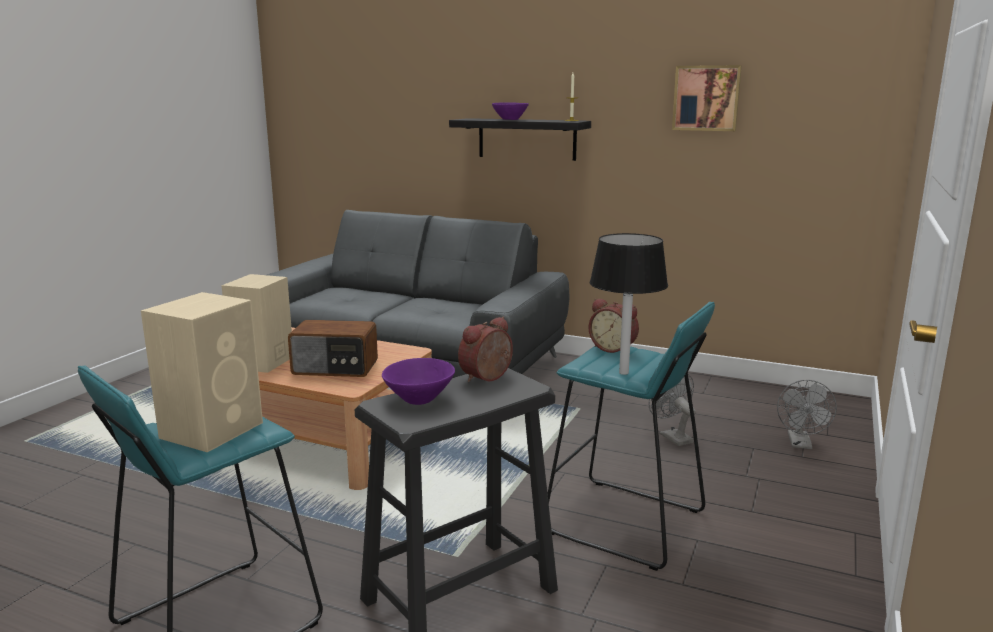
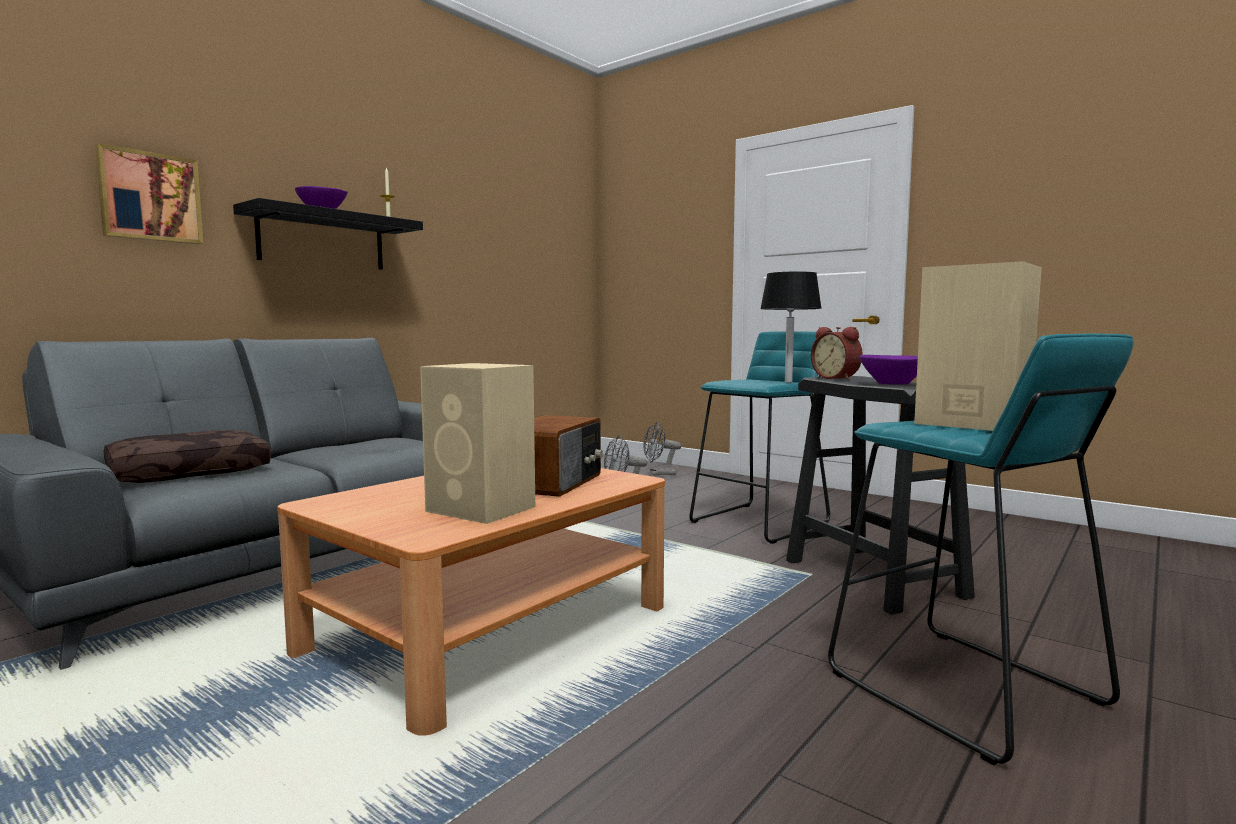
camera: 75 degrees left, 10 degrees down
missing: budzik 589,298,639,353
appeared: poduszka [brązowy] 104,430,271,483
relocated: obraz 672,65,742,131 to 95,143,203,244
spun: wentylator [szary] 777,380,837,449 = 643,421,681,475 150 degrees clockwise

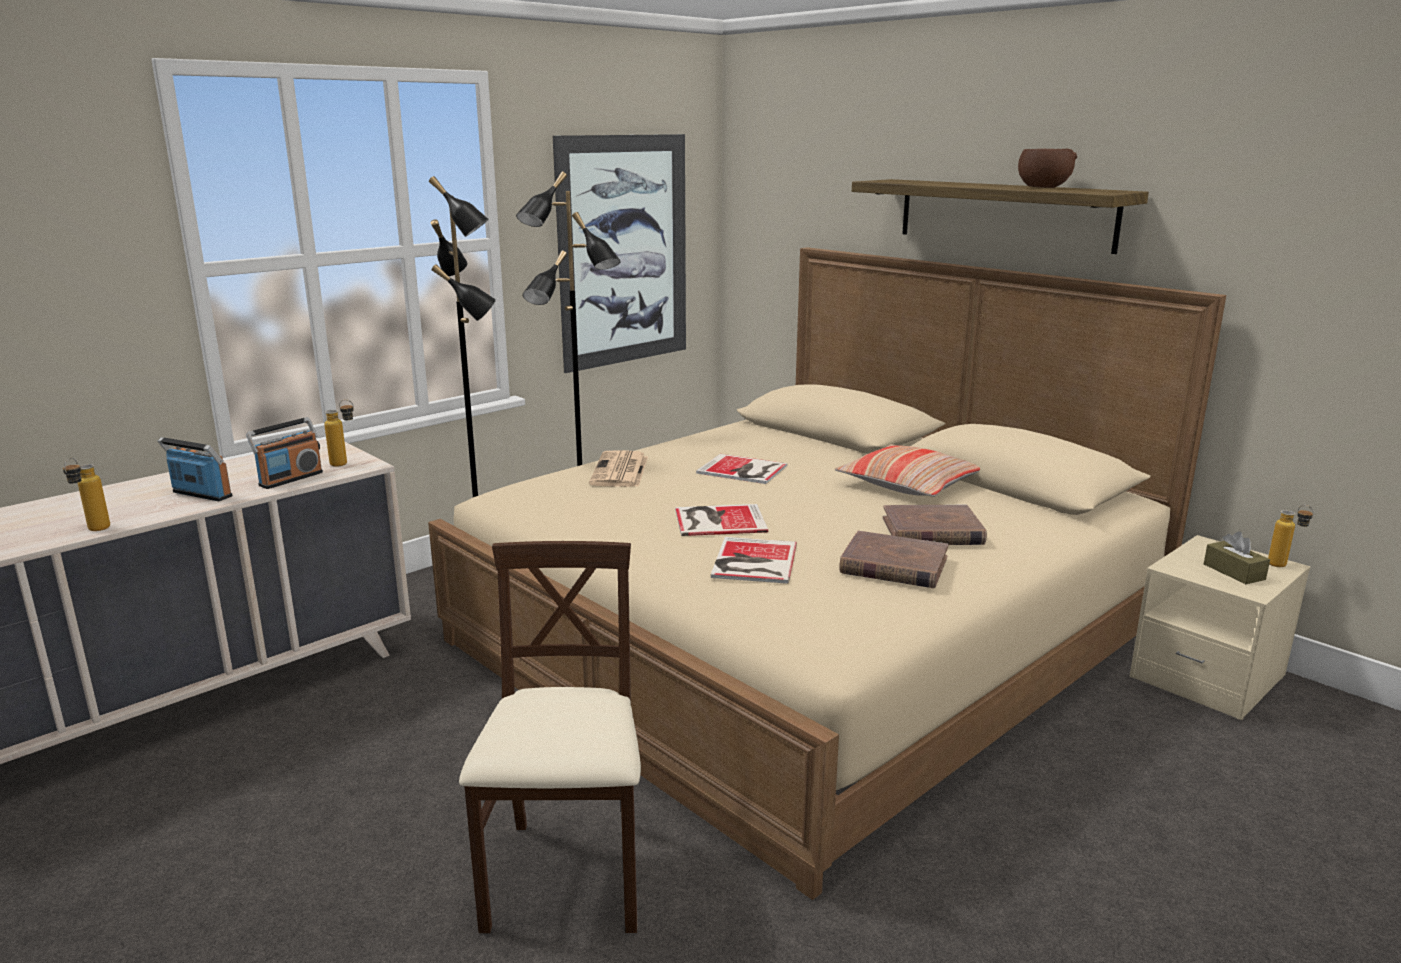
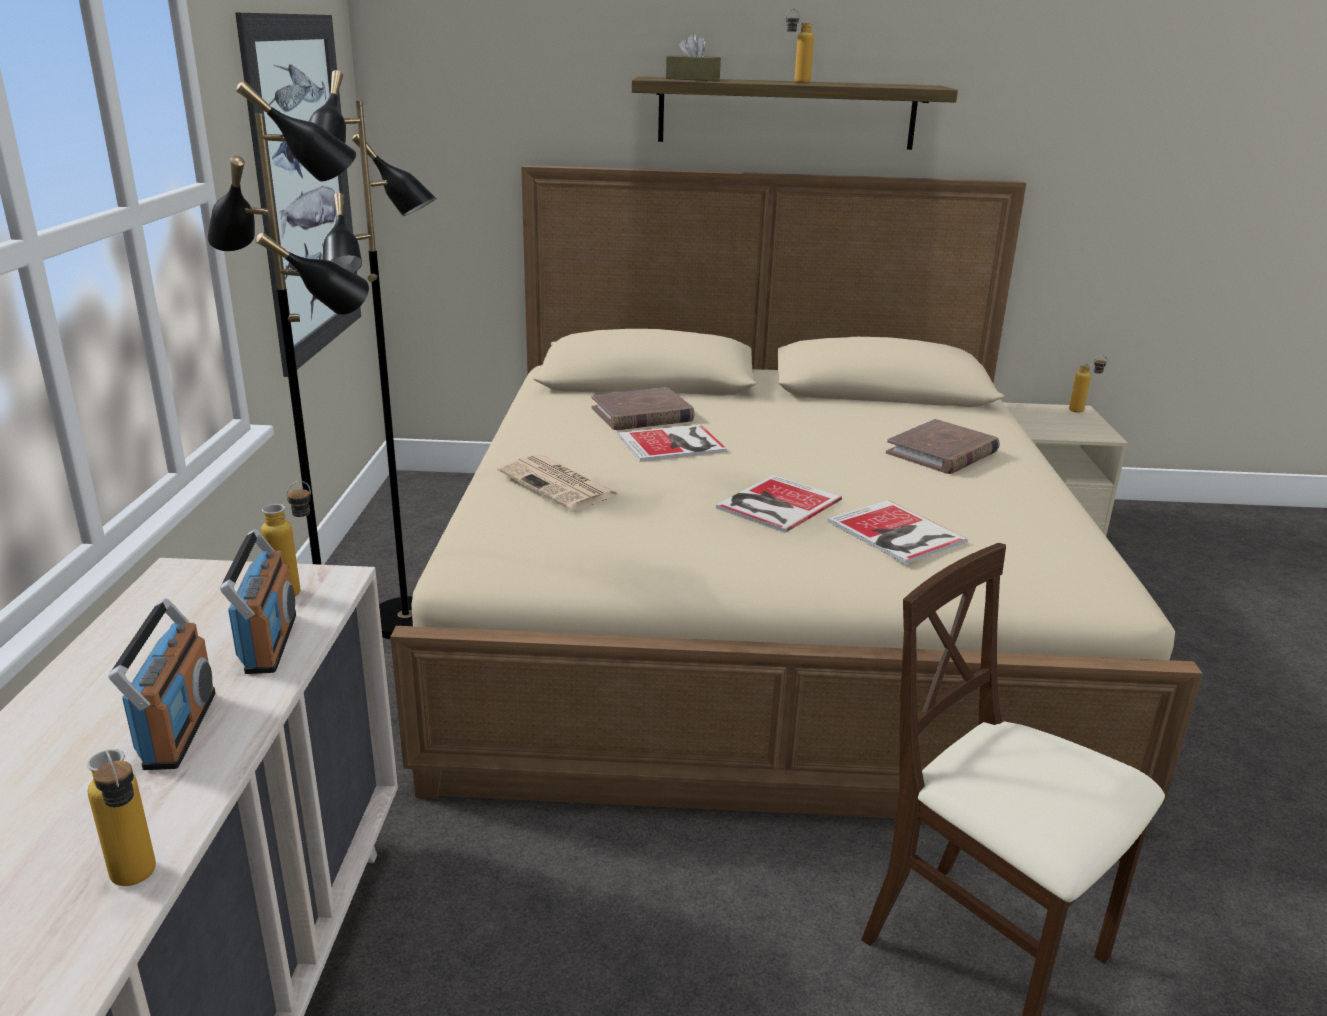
camera: 45 degrees left, 5 degrees up
missing: poduszka 835,444,980,497; miska [brązowy] 1018,148,1077,188
appeared: butelka 786,9,814,83
relocated: książka [brązowy] 839,531,949,588 to 592,387,694,430; pudełko chusteczek [brązowy] 1204,531,1270,584 to 666,34,721,81
spun: radio 158,437,232,501 = 108,598,216,770 105 degrees clockwise

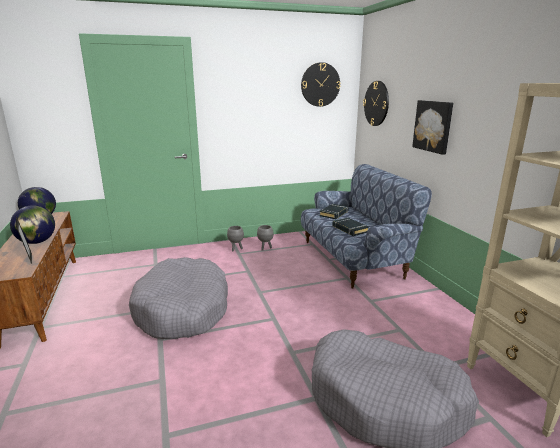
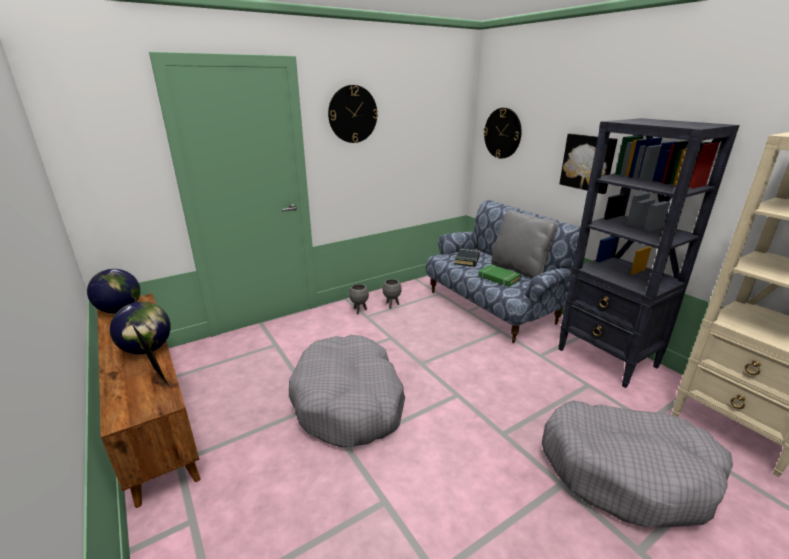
camera: 15 degrees left, 5 degrees up
appeared: poduszka [szary] 491,210,559,278; regał [czarny] 558,118,740,388
relocated: zegar ścienny 301,62,340,107 to 328,85,378,143
colour: książka [czarny] 332,218,369,236 to książka [zielony] 478,264,521,287

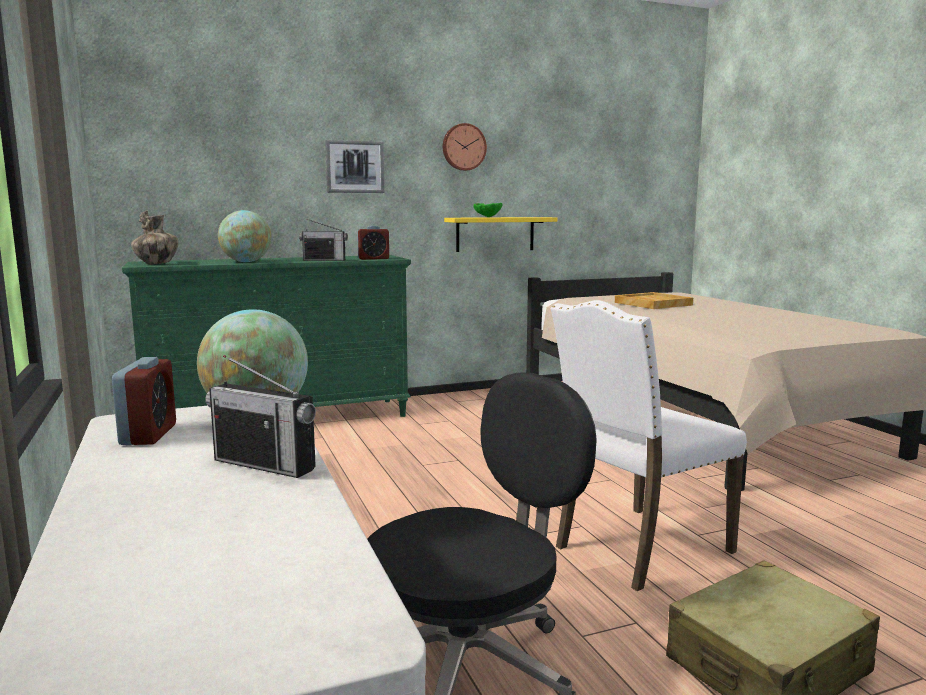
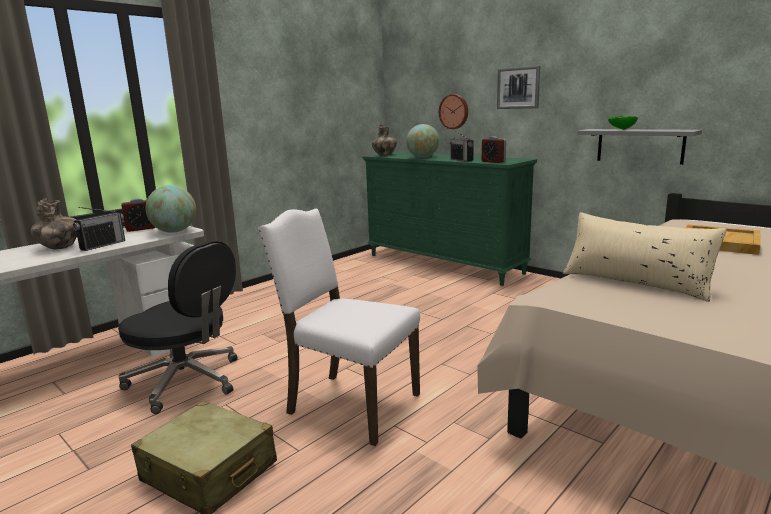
camera: 65 degrees right, 5 degrees up
appeared: wazon 31,198,77,250; poduszka [beżowy] 563,212,727,302
relocated: zegar ścienny 443,123,487,171 to 439,94,468,129
colour: półka [żółty] 444,217,557,252 to półka [szary] 577,129,702,165
spun: radio 205,355,316,478 = 73,207,125,251 150 degrees counterclockwise

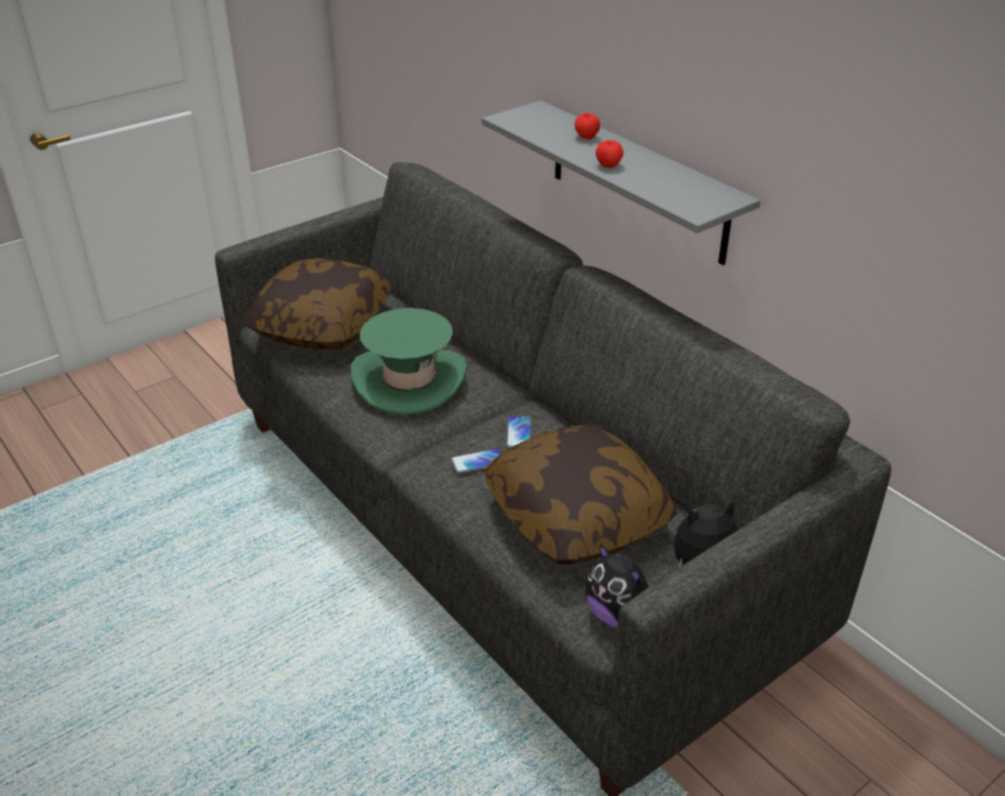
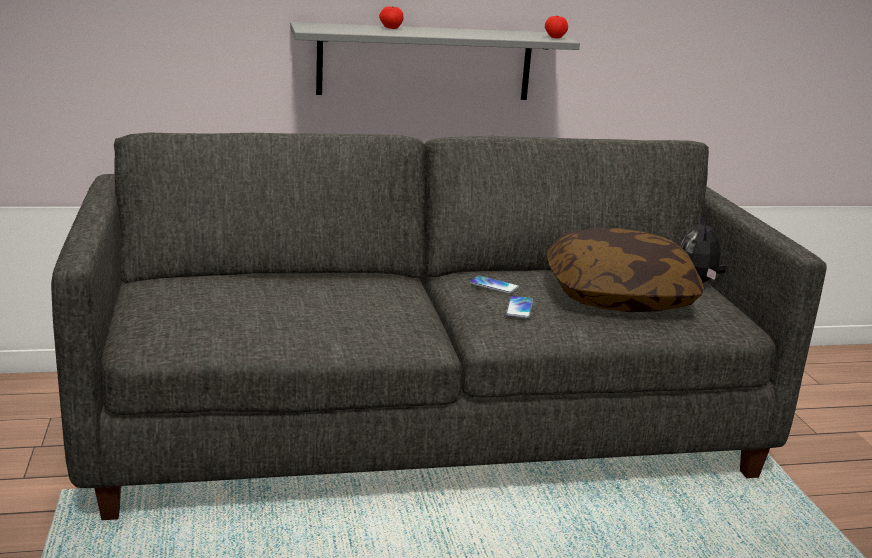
camera: 65 degrees left, 15 degrees down
missing: poduszka 243,258,391,350; kapelusz [zielony] 351,308,467,415; pluszak 585,543,649,629
relocated: jabłko 596,140,624,168 to 545,15,568,39

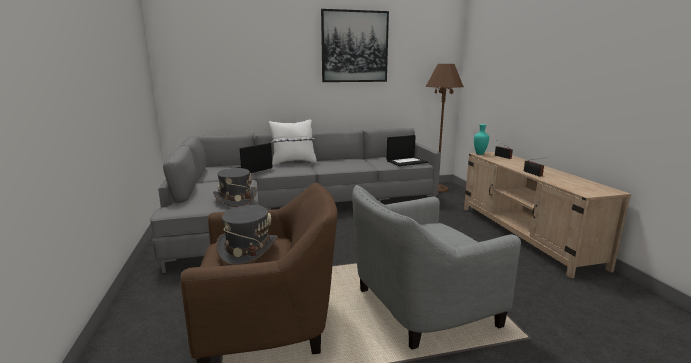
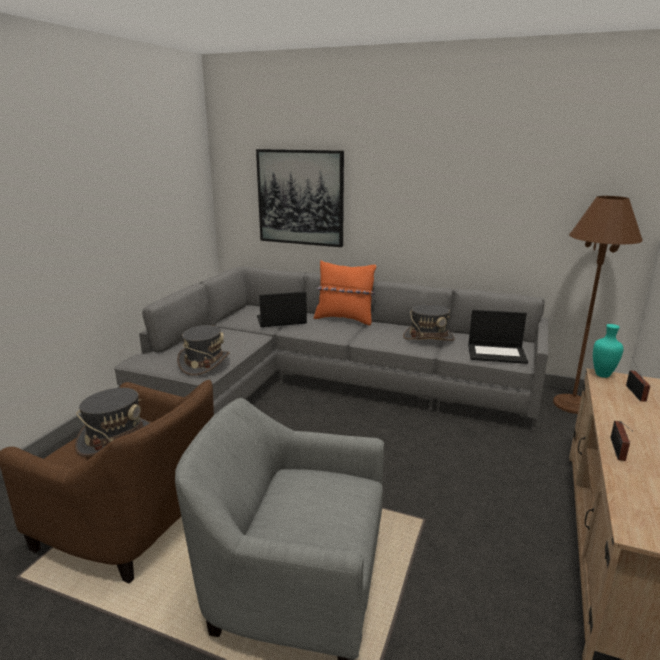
camera: 35 degrees right, 5 degrees up
appeared: kapelusz [szary] 403,305,455,341
relocated: obraz 321,9,389,82 to 256,149,344,247
colour: poduszka [biały] 269,120,317,166 to poduszka [pomarańczowy] 314,260,376,326

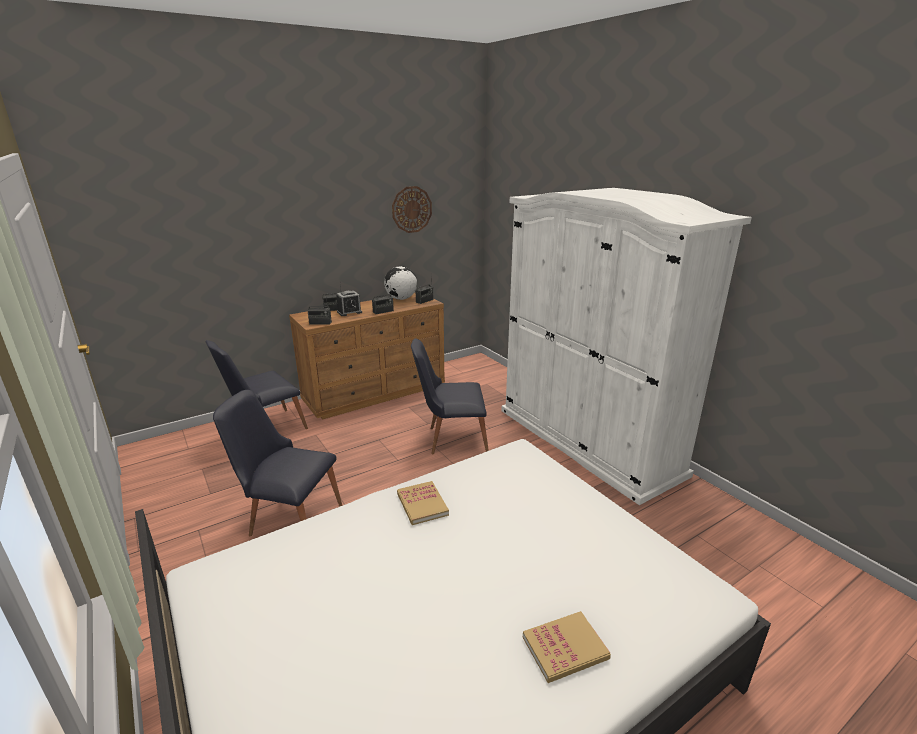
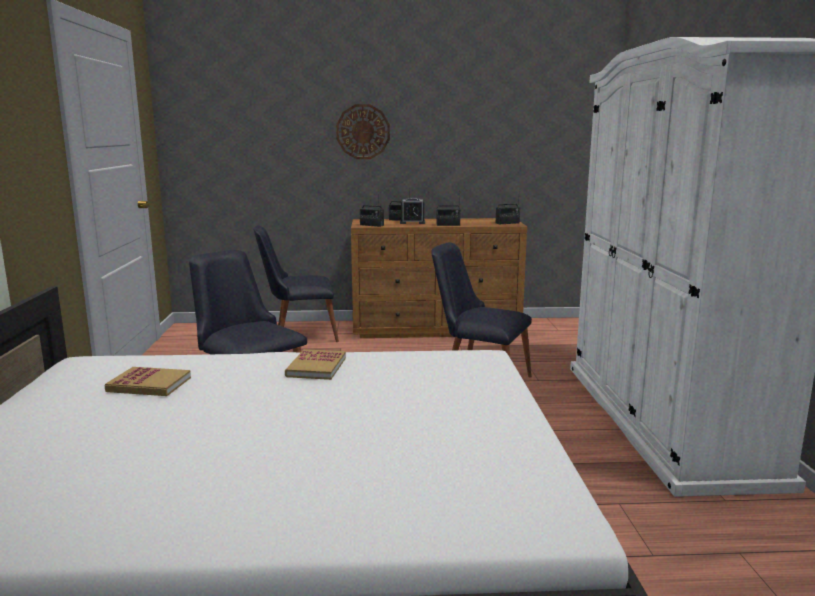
camera: 30 degrees right, 10 degrees down
missing: globus 384,266,417,300
relocated: książka 523,611,611,683 to 104,367,191,396; zegar ścienny 392,186,432,233 to 336,104,390,159

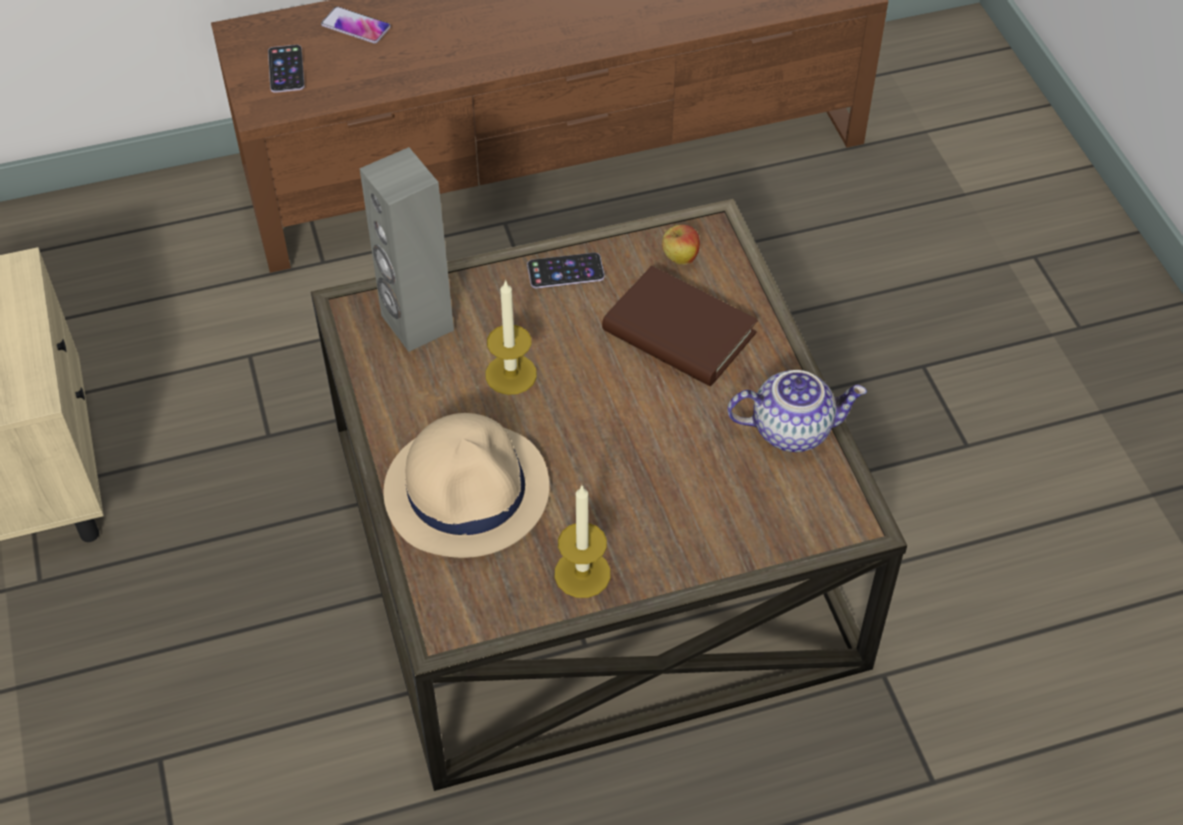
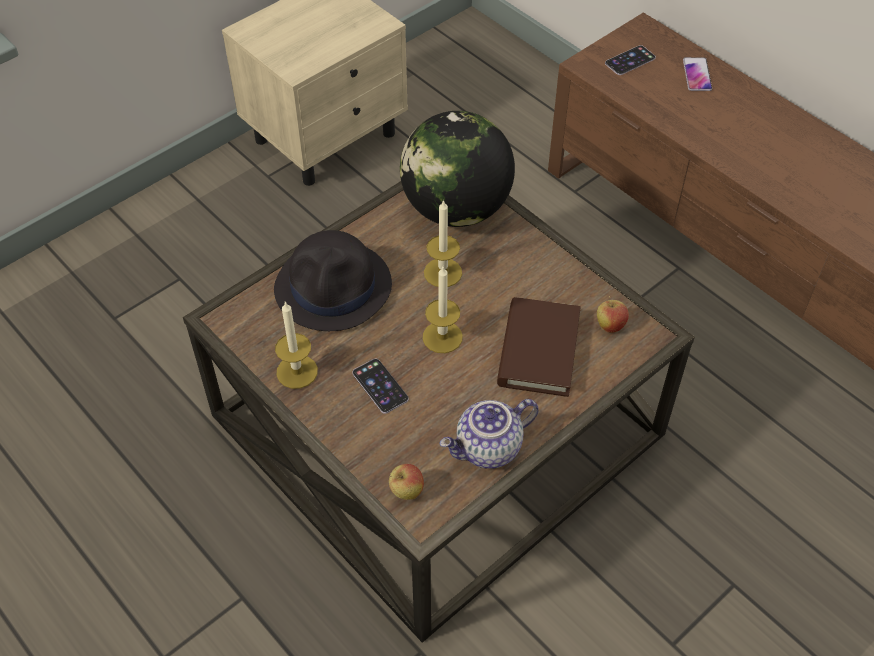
camera: 65 degrees right, 0 degrees up
appeared: jabłko 389,464,424,500; świeca 423,267,463,353
relocated: telefon 527,253,605,289 to 352,358,409,414
exchanged: głośnik [szary] 359,147,454,352 to globus 400,111,515,227
colour: kapelusz [beżowy] 383,413,549,558 to kapelusz [czarny] 274,230,392,331
spun: imbryk 727,370,867,452 = 439,399,539,469 90 degrees clockwise

